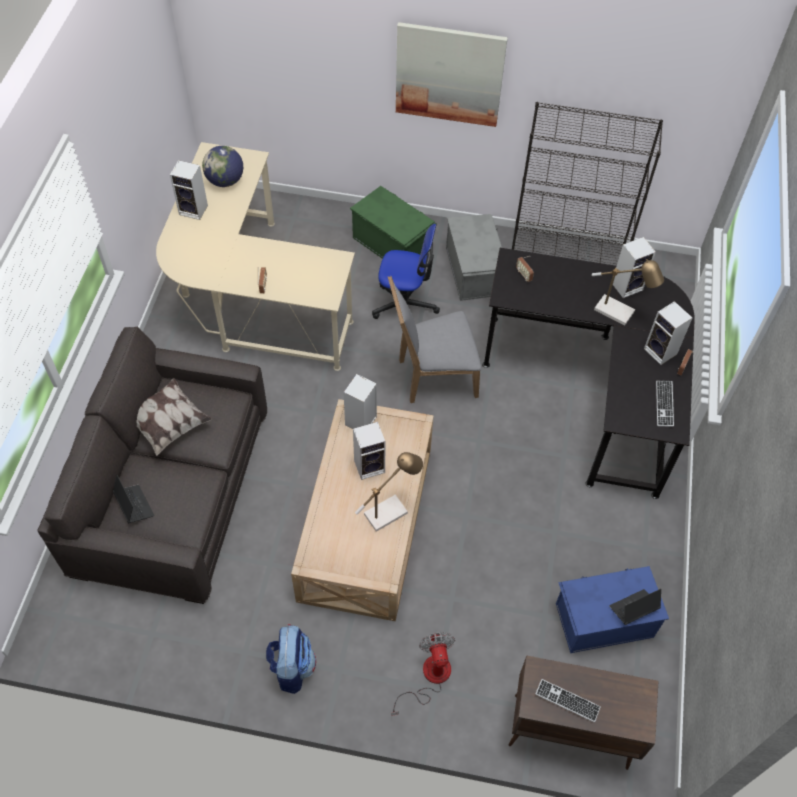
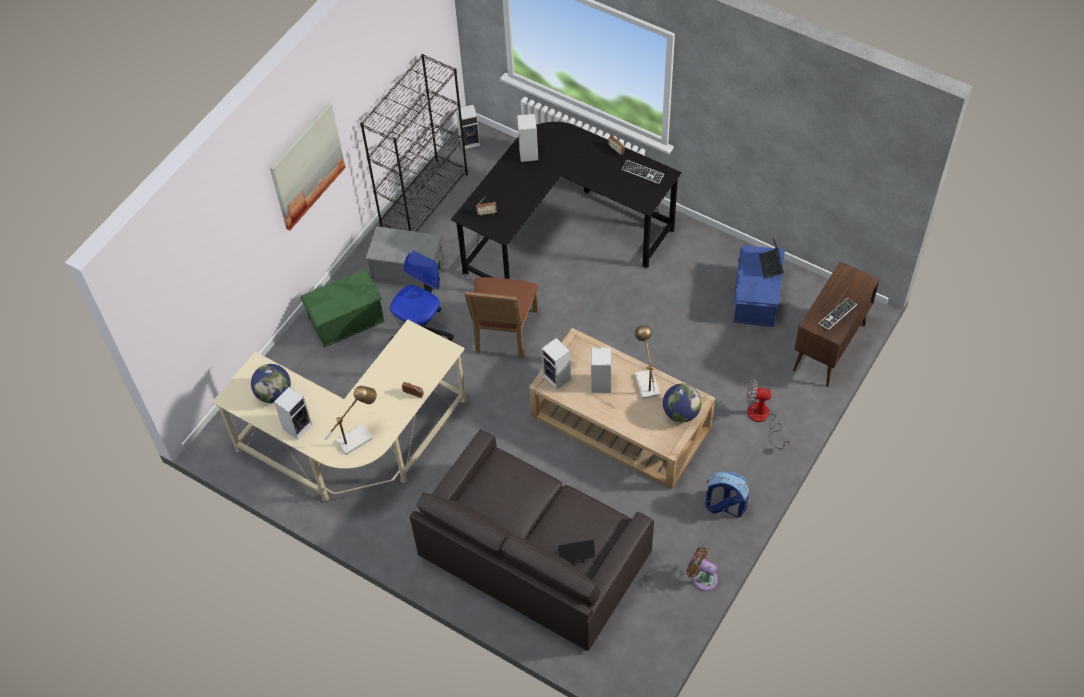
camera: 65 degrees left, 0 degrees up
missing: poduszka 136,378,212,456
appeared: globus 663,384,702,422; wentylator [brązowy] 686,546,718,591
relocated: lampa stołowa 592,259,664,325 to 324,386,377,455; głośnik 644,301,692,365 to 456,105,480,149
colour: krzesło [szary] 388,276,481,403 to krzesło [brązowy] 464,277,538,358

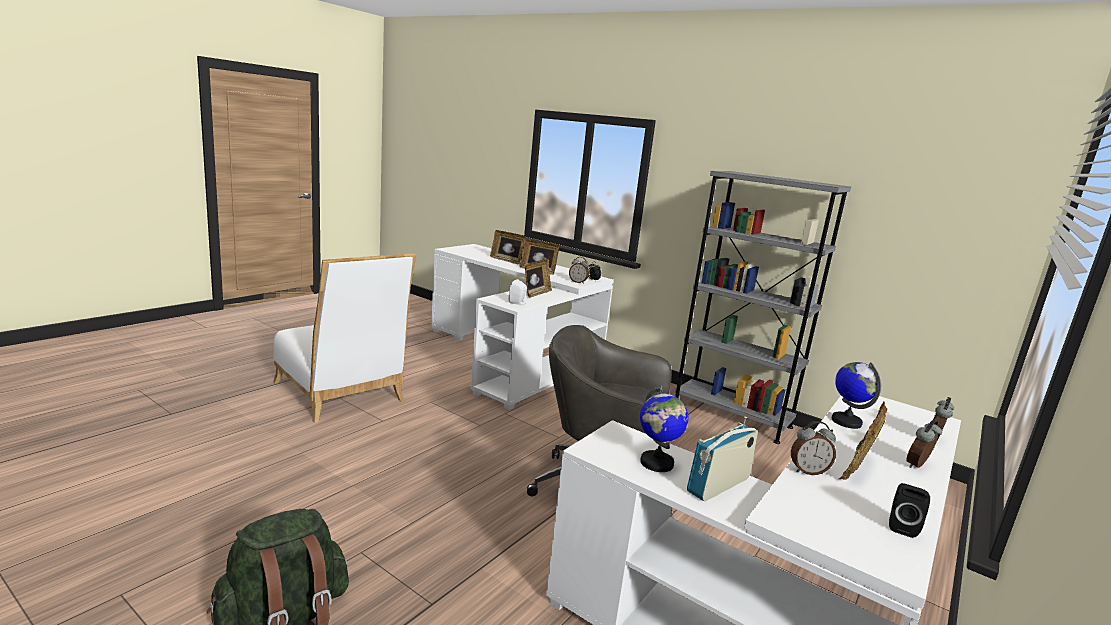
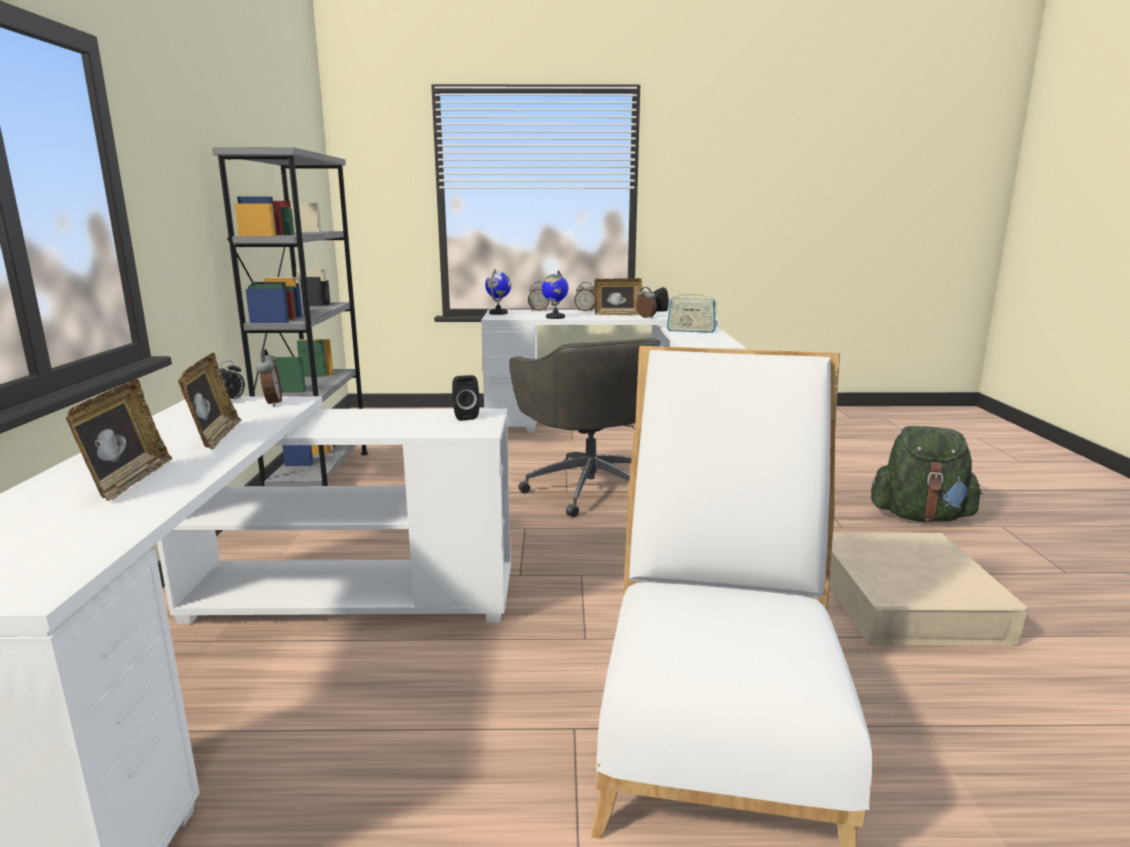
camera: 125 degrees left, 0 degrees up
missing: ramka na zdjęcie 525,259,552,298
appeared: pojemnik do przechowywania [beżowy] 829,533,1027,646
relocated: globus 640,385,688,472 to 485,269,511,315
colour: głośnik [biały] 509,279,527,305 to głośnik [czarny] 452,375,479,421

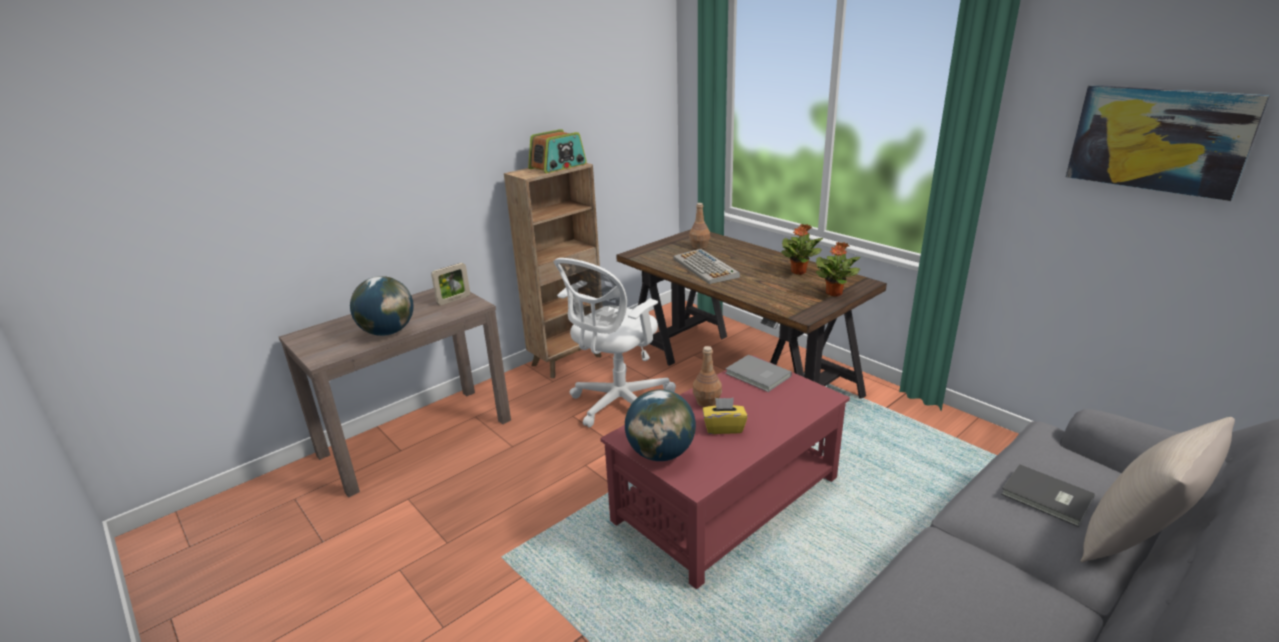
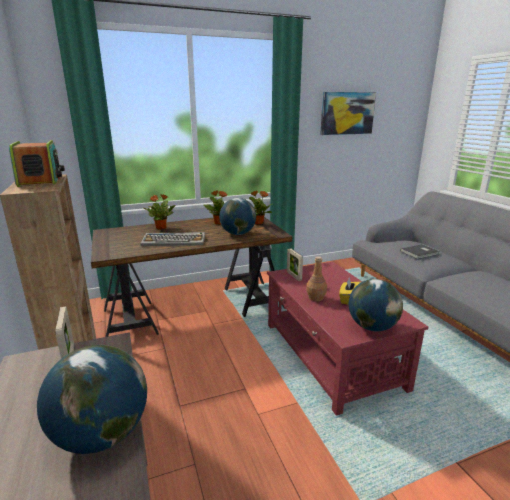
camera: 70 degrees left, 5 degrees down
missing: krzesło biurowe [biały] 553,258,676,427; butelka [brązowy] 689,203,710,249; poduszka [beżowy] 1080,417,1235,563
appeared: roślina doniczkowa 143,194,176,230; globus 219,198,256,235
exchanged: książka [szary] 725,354,792,392 to ramka na zdjęcie 287,248,303,281

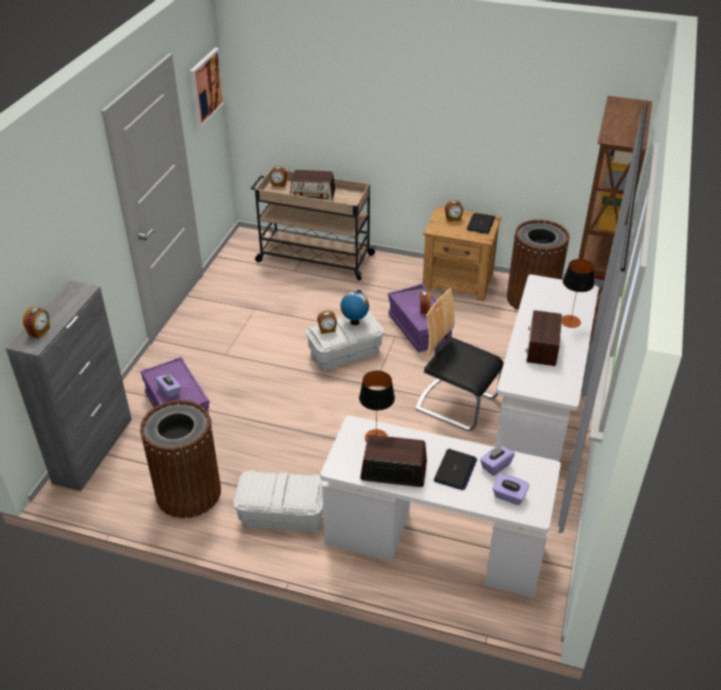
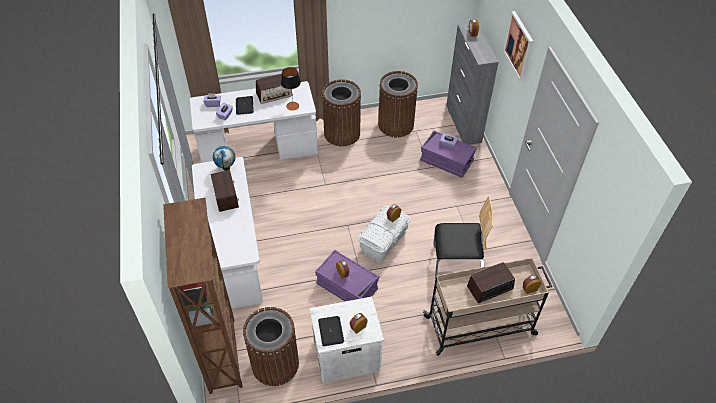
camera: 150 degrees right, 10 degrees up
missing: lampa stołowa 562,259,594,328
relocated: globus 340,290,369,325 to 213,146,236,171; krzesło 416,288,504,431 to 434,196,493,278; obraz 190,48,225,128 to 503,11,533,81
exchanged: pojemnik do przechowywania [biały] 233,470,324,534 to kosz na śmieci [brązowy] 322,79,361,147
colour: szafka nocna [brązowy] 423,206,501,301 to szafka nocna [biały] 309,297,384,383

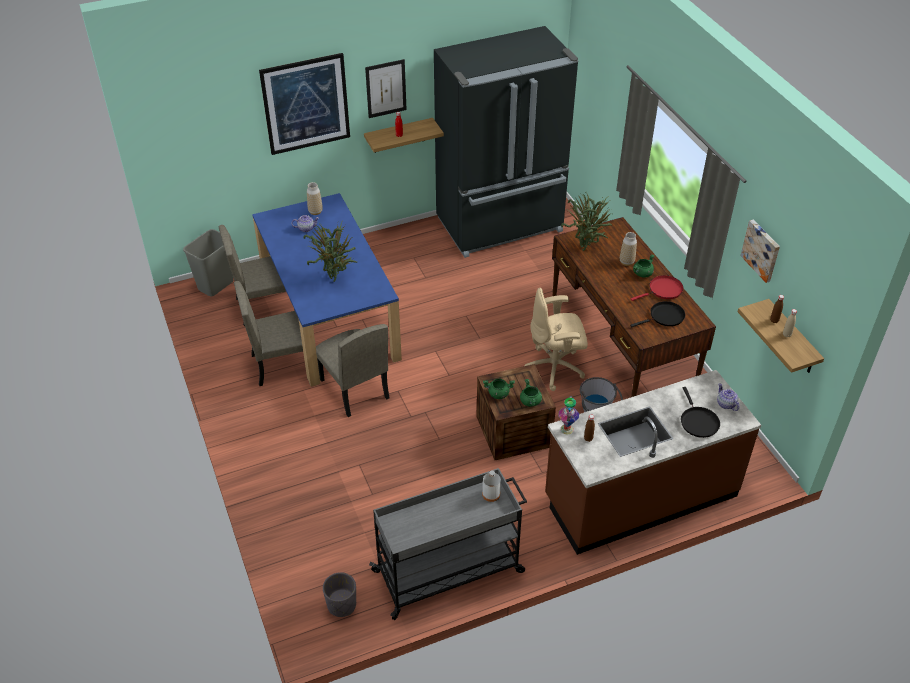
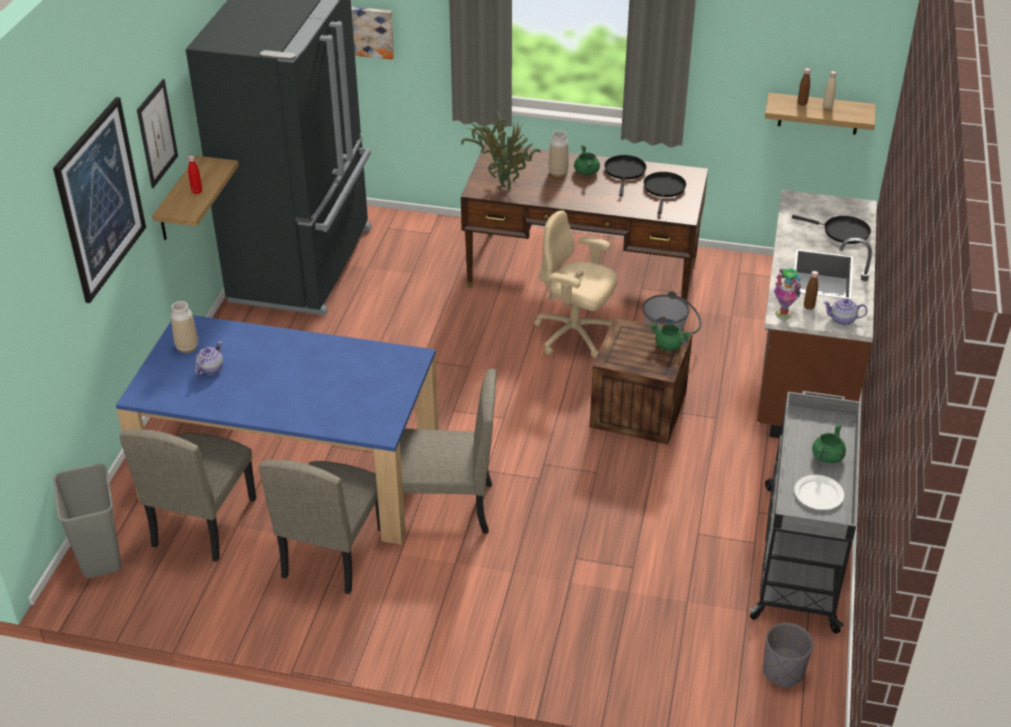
camera: 55 degrees left, 5 degrees down
missing: roślina doniczkowa 304,222,357,282; butelka [biały] 482,471,501,502
appeared: talerz [biały] 794,475,844,510
relocated: obraz 740,220,780,283 to 351,7,394,60; garnek [zielony] 483,379,515,399 to 812,423,846,463; imbryk 717,383,739,411 to 823,298,867,325
colour: patelnia [czerwony] 631,275,683,301 to patelnia [czarny] 604,155,646,196
spun: krzesło biurowe [beżowy] 524,288,588,391 = 534,210,618,358 90 degrees clockwise

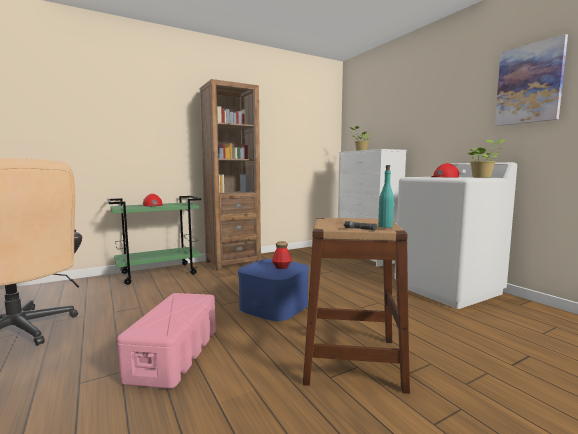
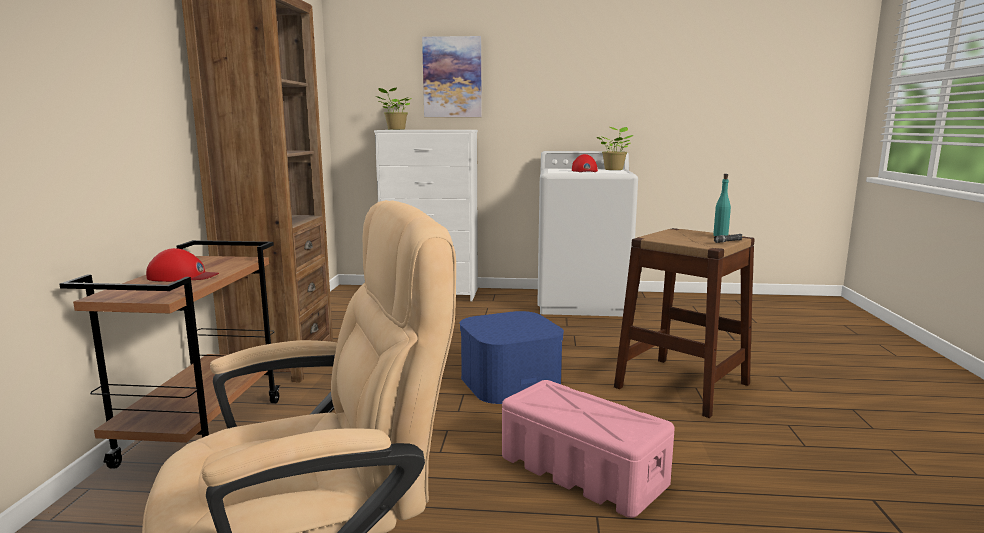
camera: 55 degrees left, 5 degrees up
missing: butelka 272,241,292,269
relocated: obraz 495,34,568,126 to 422,36,482,117
colour: wózek [zielony] 107,196,201,285 to wózek [brązowy] 59,240,280,468

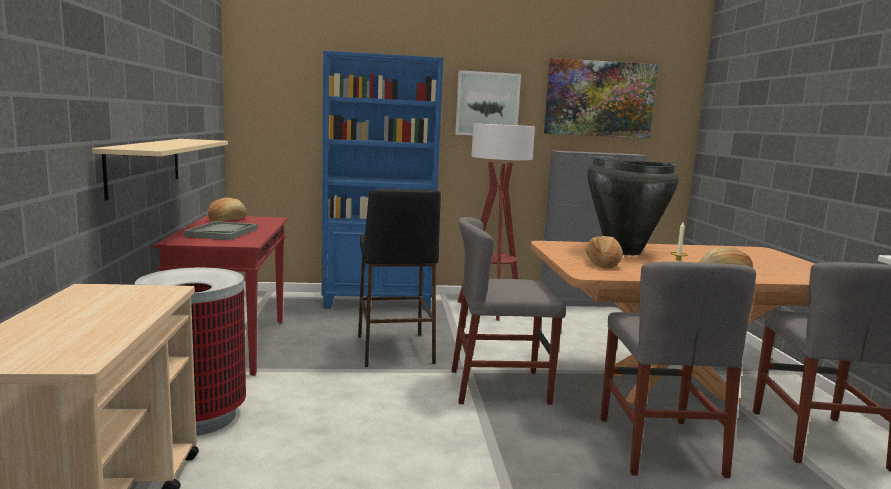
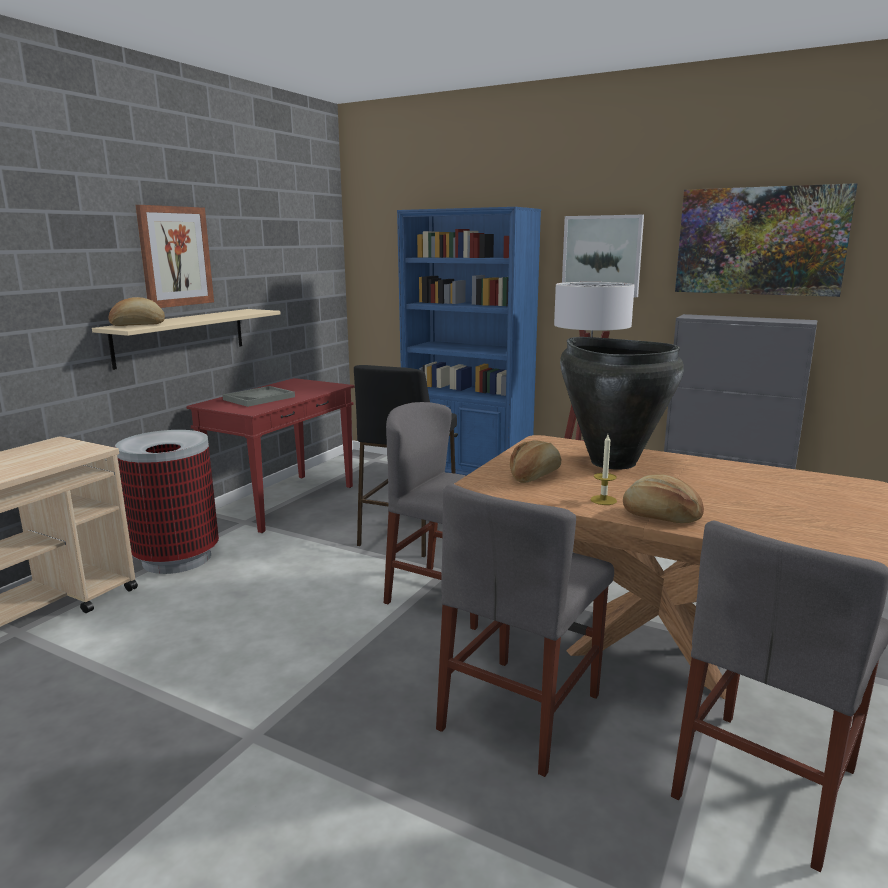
camera: 35 degrees right, 5 degrees up
appeared: obraz 136,205,214,308
relocated: chleb 208,198,247,222 to 109,297,165,326

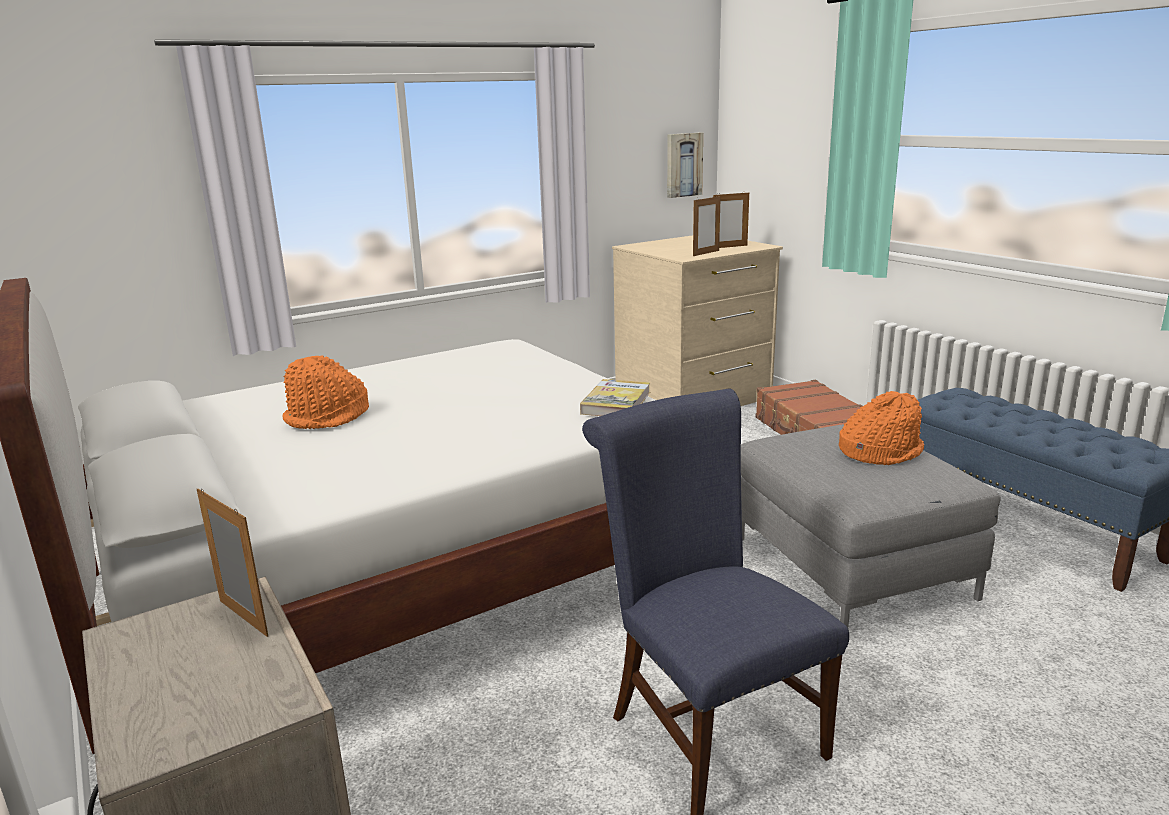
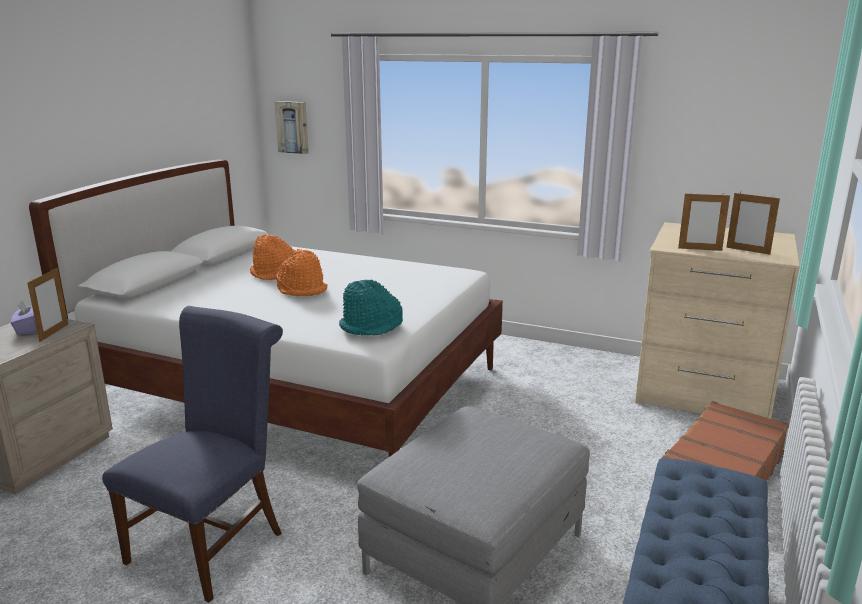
camera: 55 degrees right, 0 degrees up
appeared: pudełko chusteczek [fioletowy] 11,300,37,335
relocated: obraz 667,133,703,198 to 275,101,309,154; kapelusz [pomarańczowy] 839,391,924,465 to 276,249,327,296
exchanged: książka 580,379,650,416 to kapelusz [turkusowy] 339,280,403,335

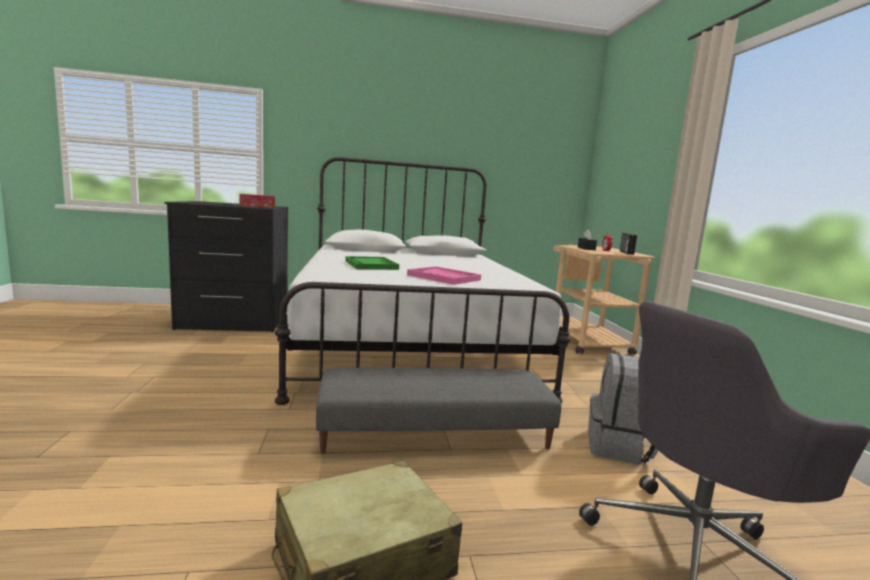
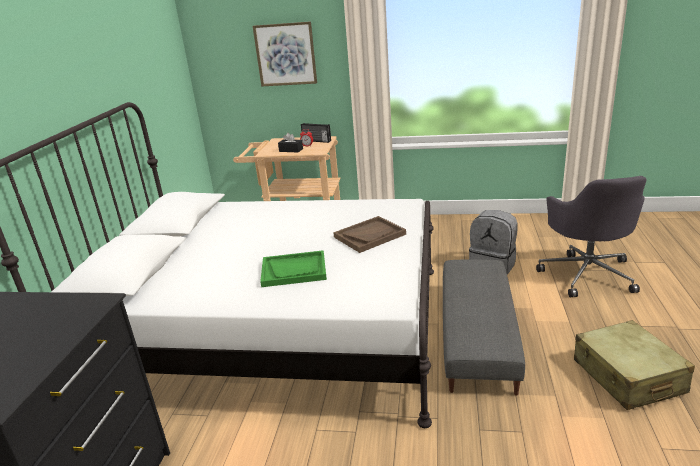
camera: 70 degrees left, 15 degrees up
missing: pudełko chusteczek 240,194,275,208
appeared: obraz 253,21,317,86
colour: taca [różowy] 407,266,481,285 to taca [brązowy] 333,216,406,253

